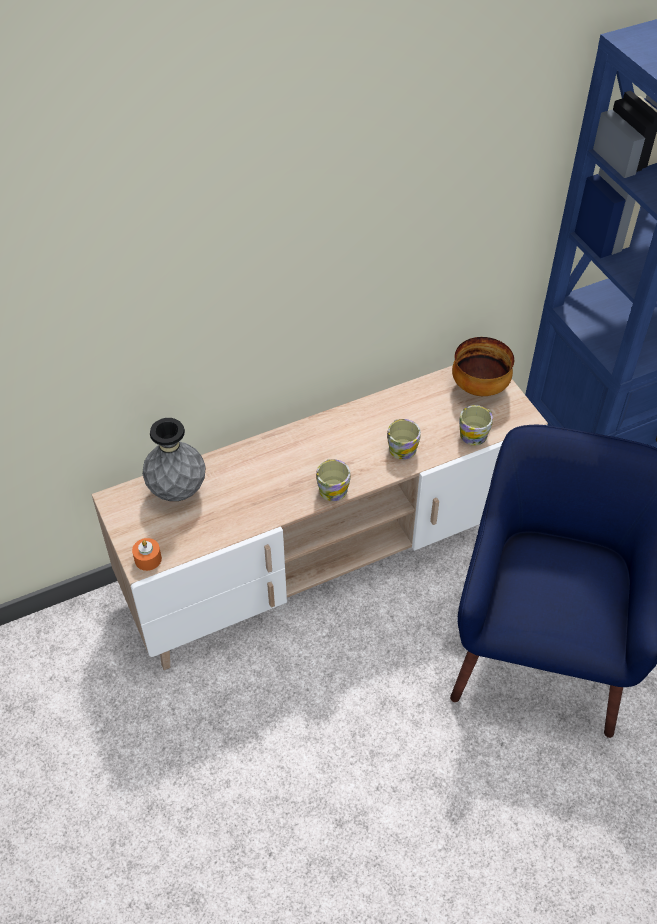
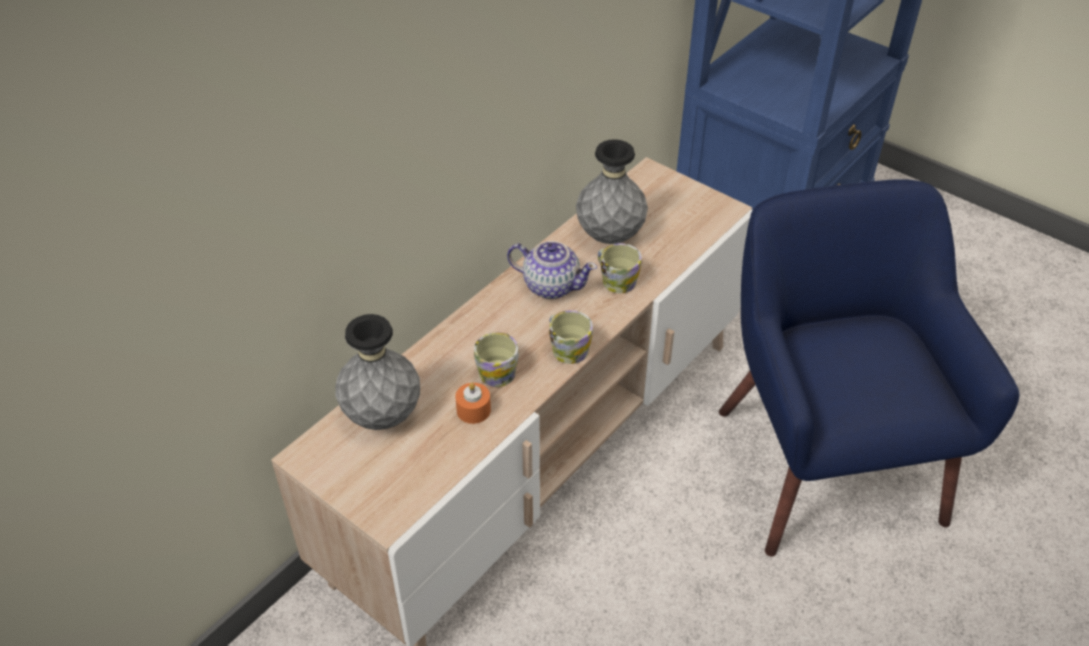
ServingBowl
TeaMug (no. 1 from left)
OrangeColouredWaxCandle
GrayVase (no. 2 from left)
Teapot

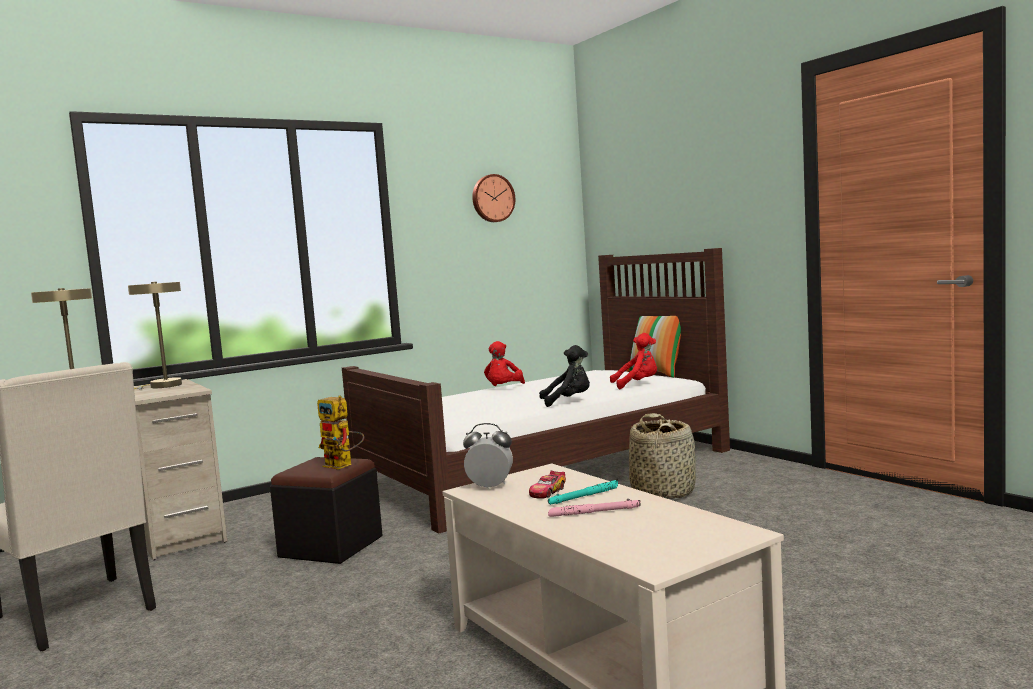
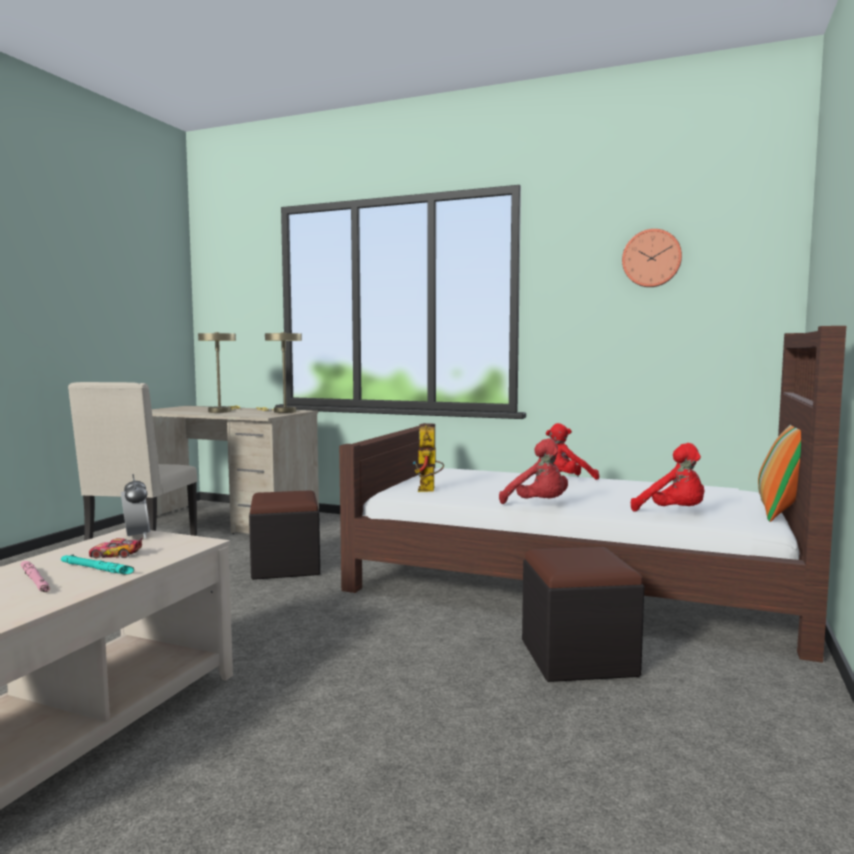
RedSoftToy (no. 1 from left)
ModelRobot
BlackPouffe (no. 2 from left)

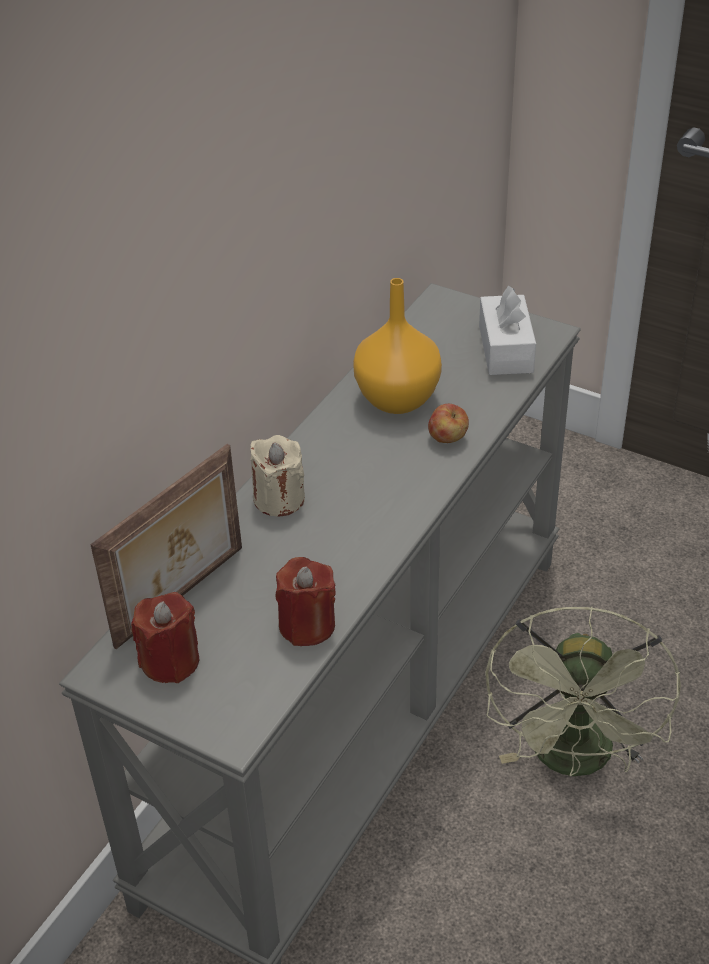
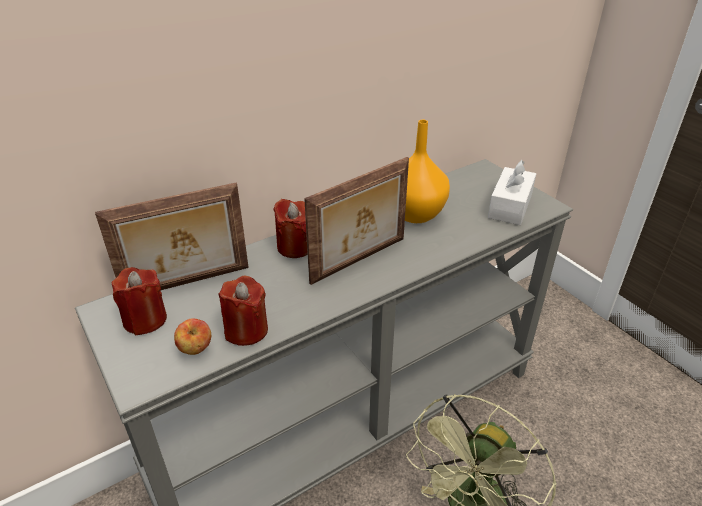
Apple
RedWaxCandle (no. 3 from left)
PictureFrame (no. 2 from left)

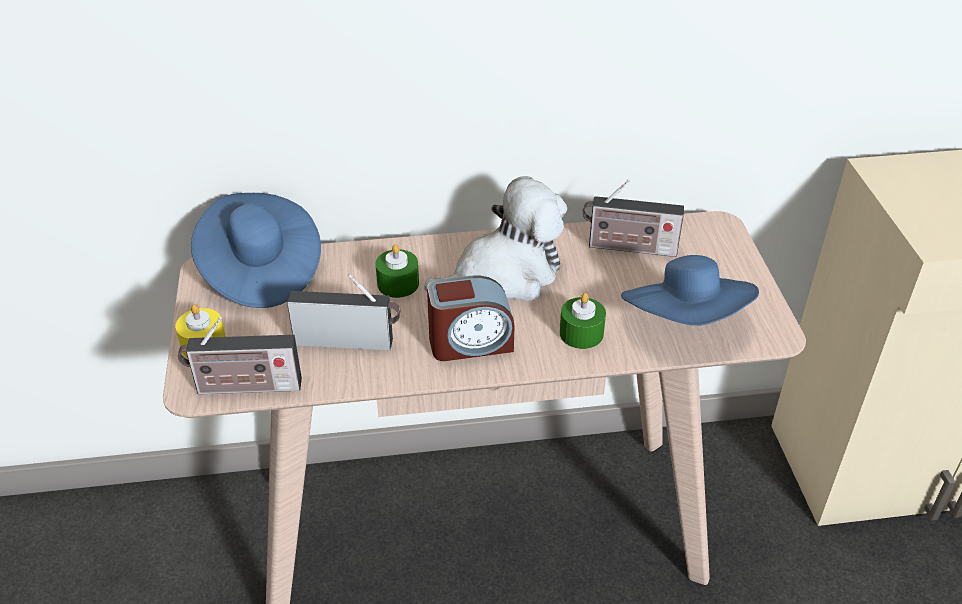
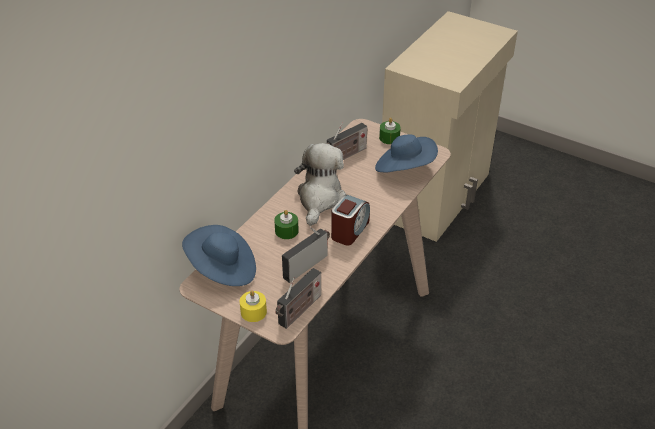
GreenishWaxCandle (no. 2 from left)

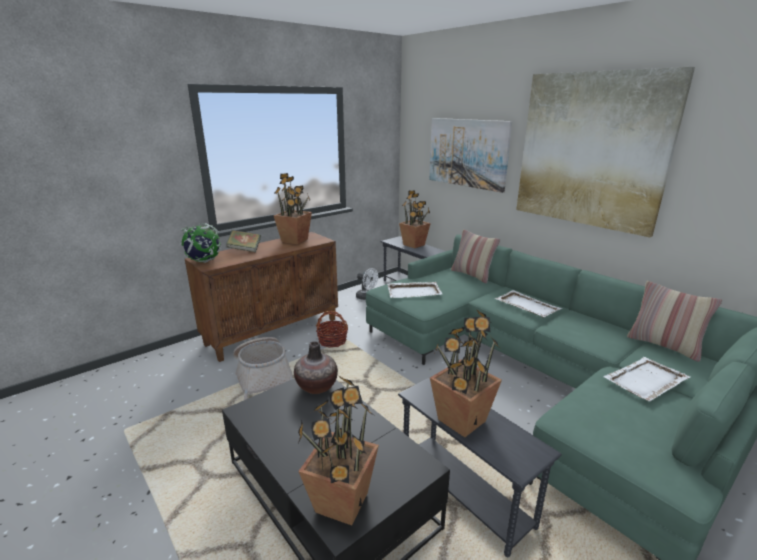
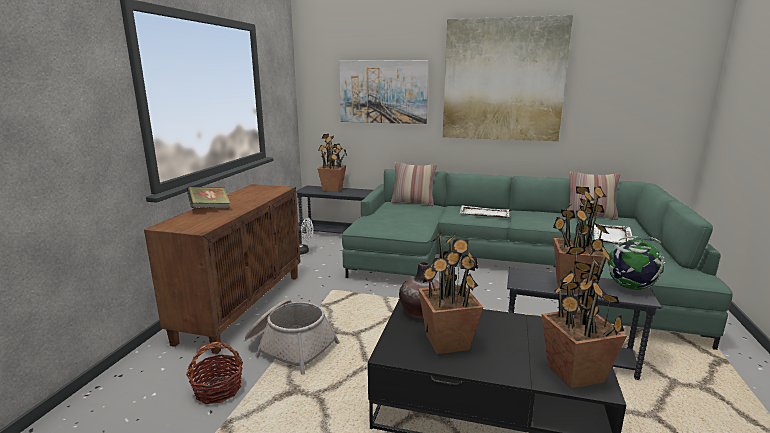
PlantInAPot (no. 2 from left)
WorldGlobe
WhitishServingTray (no. 1 from left in the first image)
HouseholdBasket (no. 1 from left)

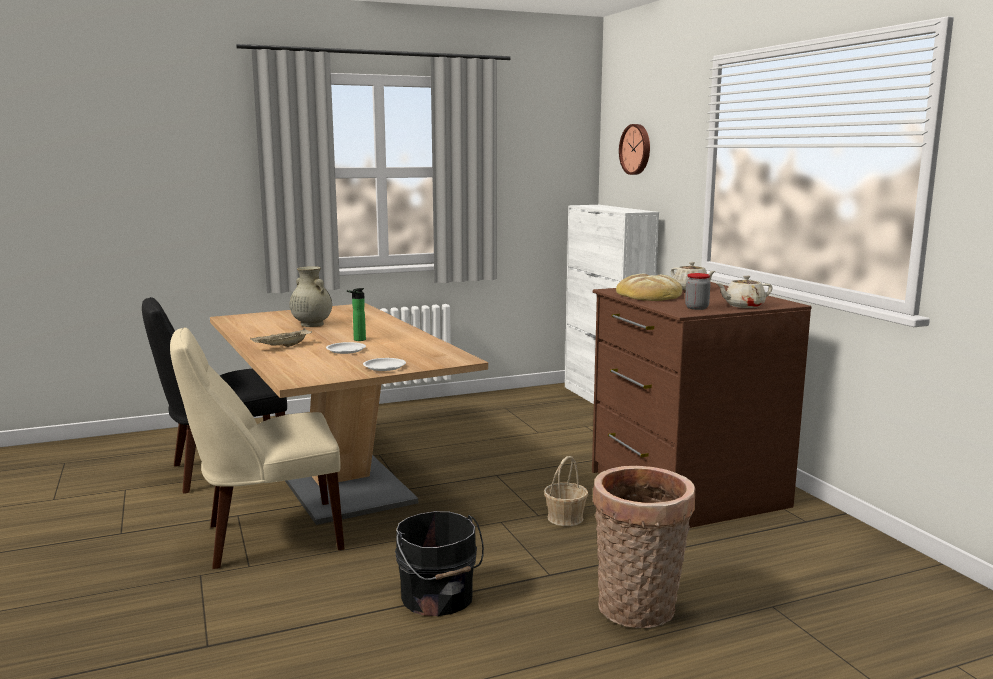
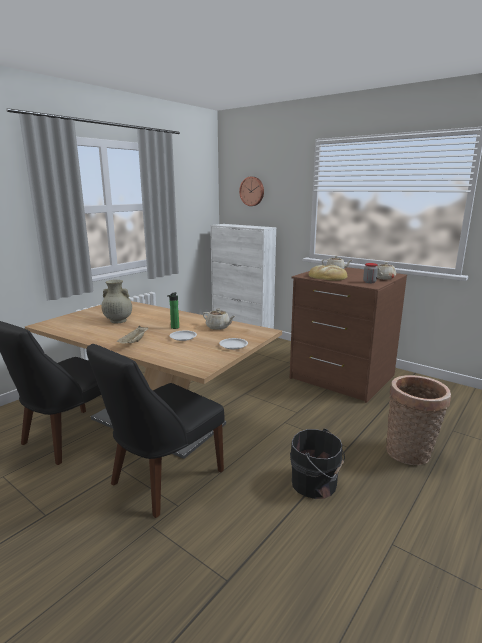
BlackPlainChair (no. 2 from left)
HouseholdBasket (no. 1 from left in the first image)
BeigeTeapot (no. 1 from left)

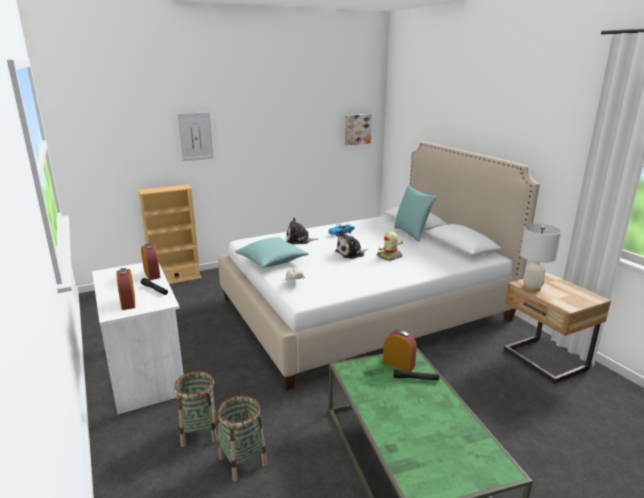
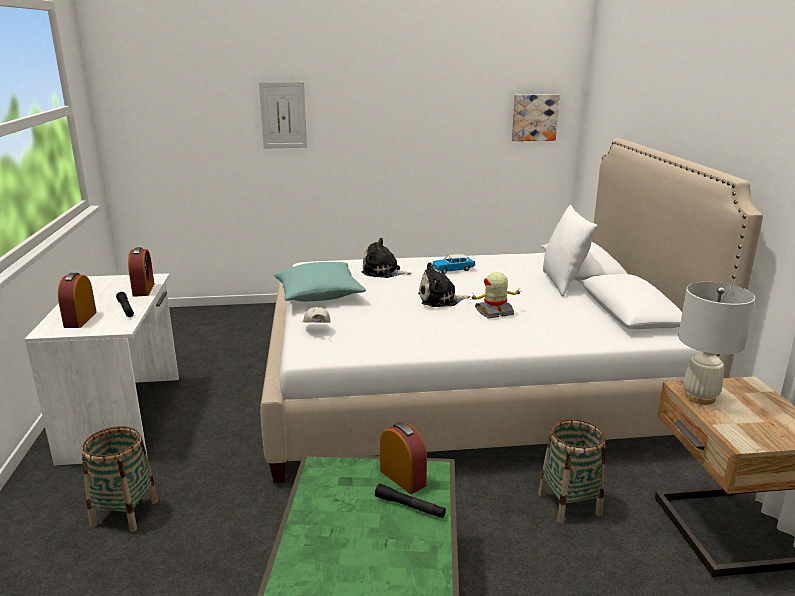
BeigeBookshelf
WhitishPillow
HouseholdBasket (no. 2 from left)

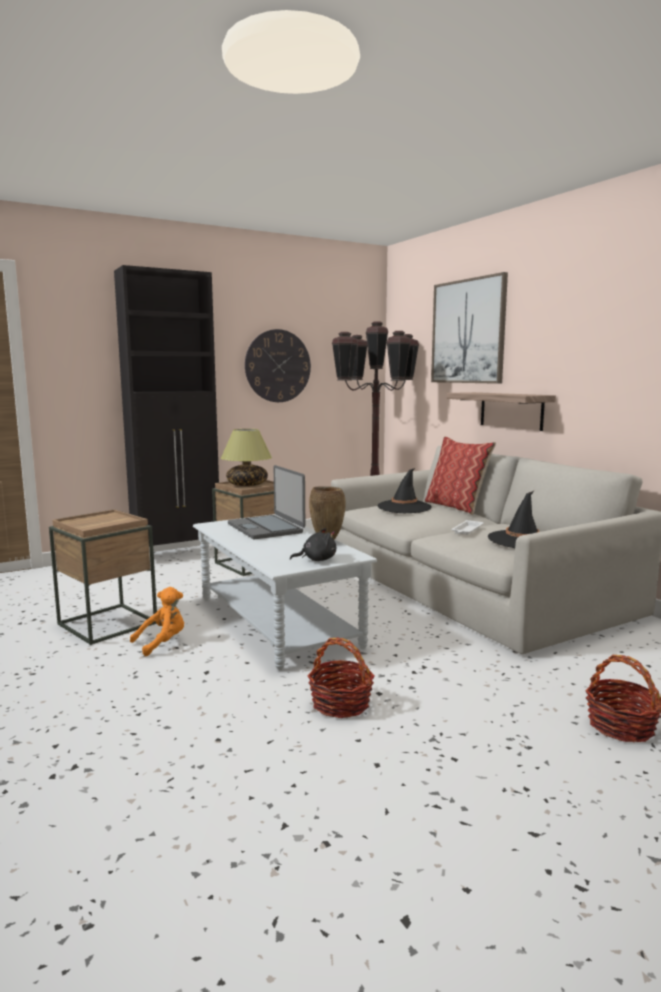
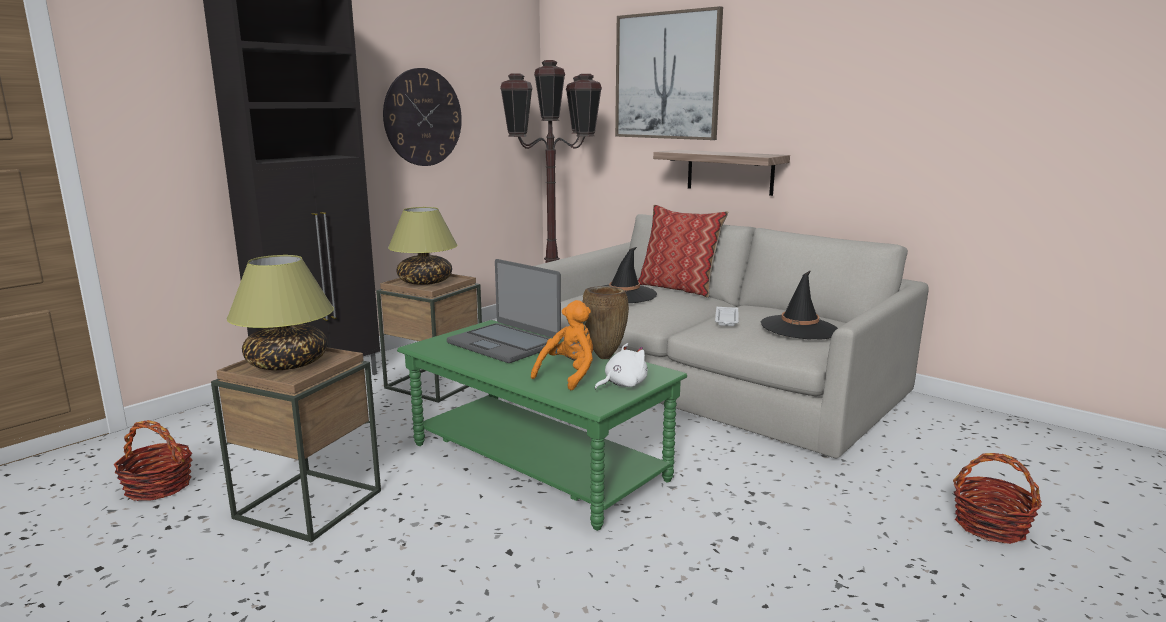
GreenishLowTable
WhitishSoftToy
OrangeColouredSoftToy
HouseholdBasket (no. 1 from left)
TabletopLamp (no. 1 from left)

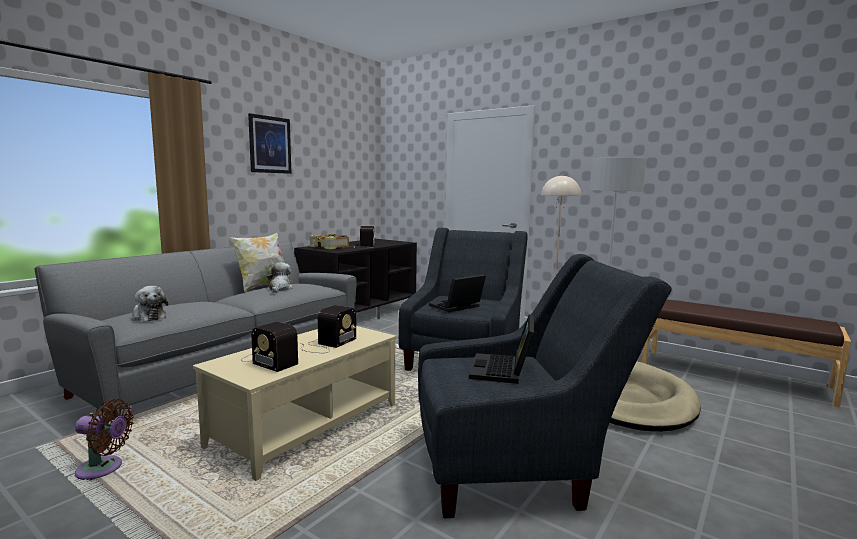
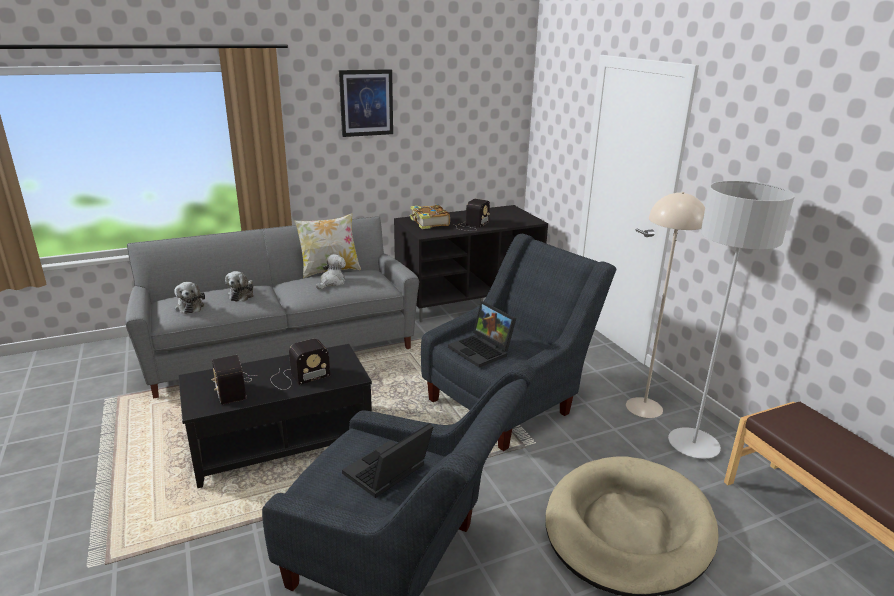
PortableComputer (no. 2 from left)
BlackLowTable
BrownFan
SoftToy (no. 2 from left)

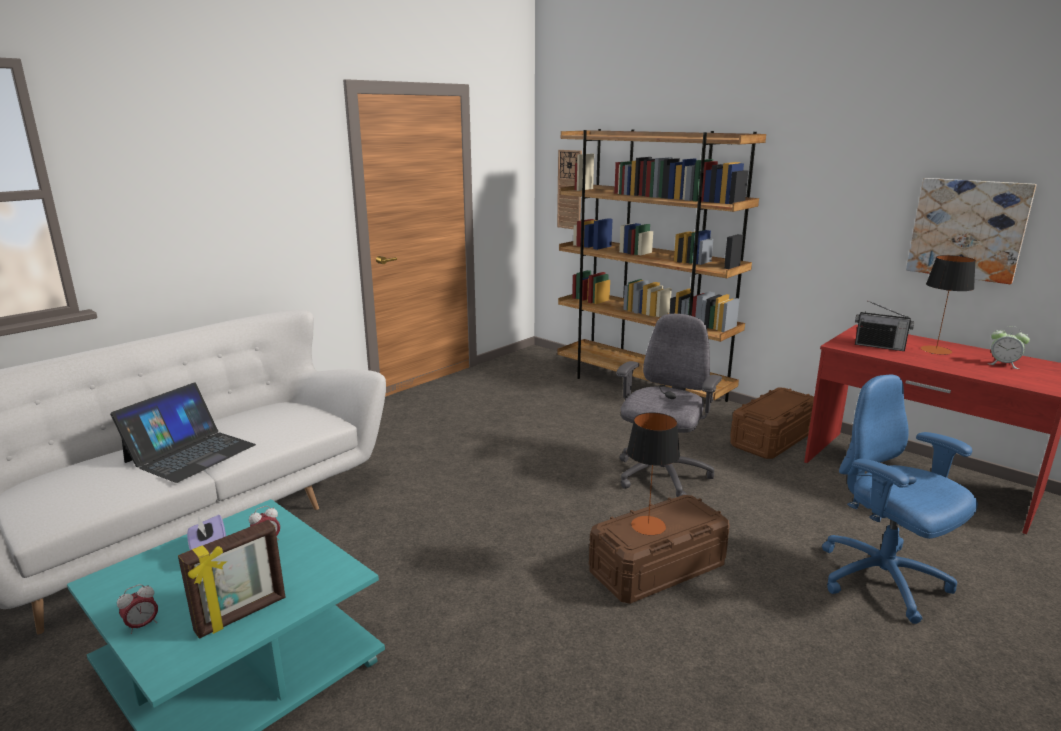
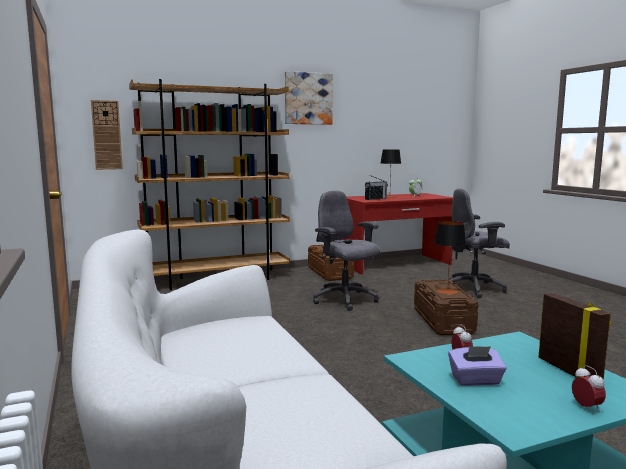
WallArt
GrayOfficeChair (no. 2 from left)
PortableComputer

